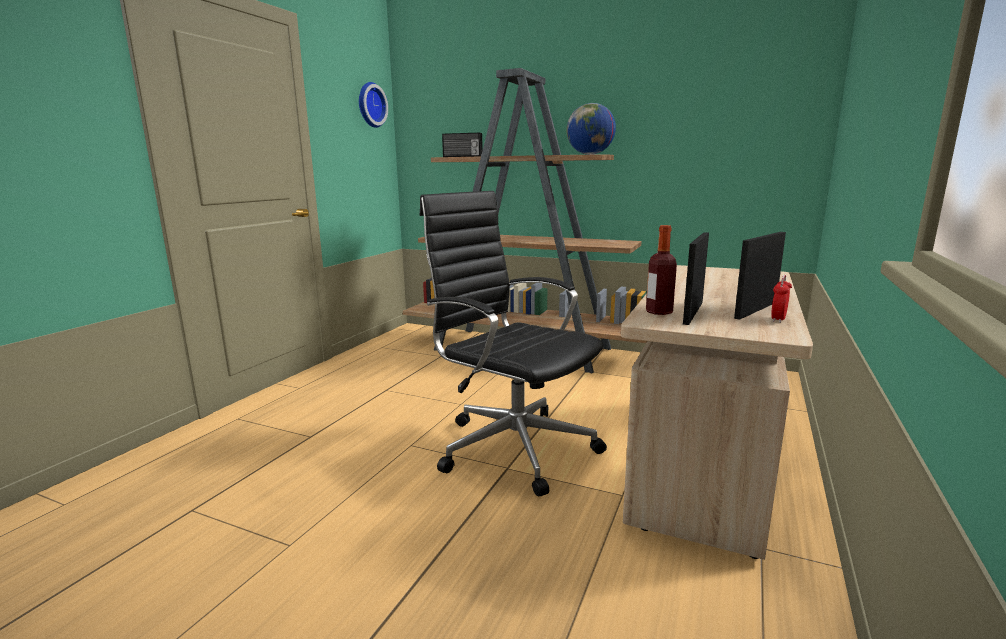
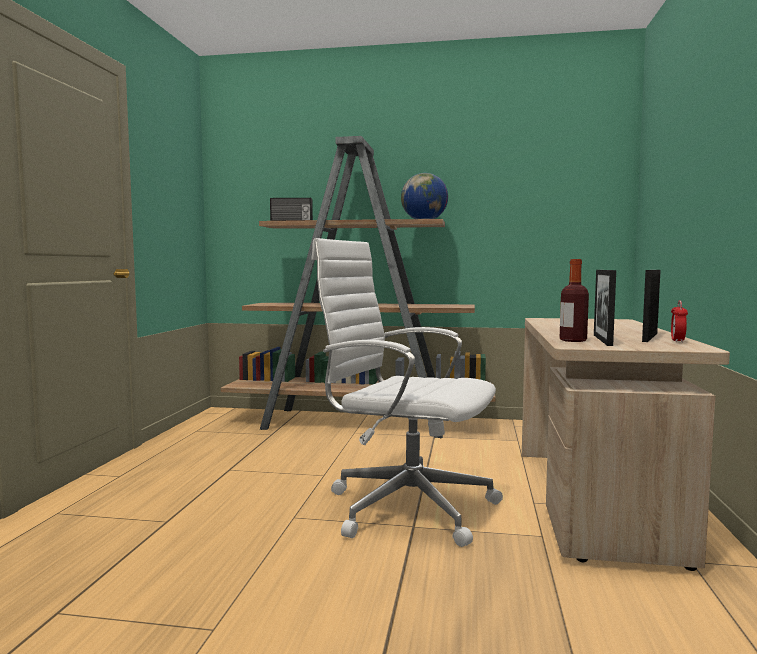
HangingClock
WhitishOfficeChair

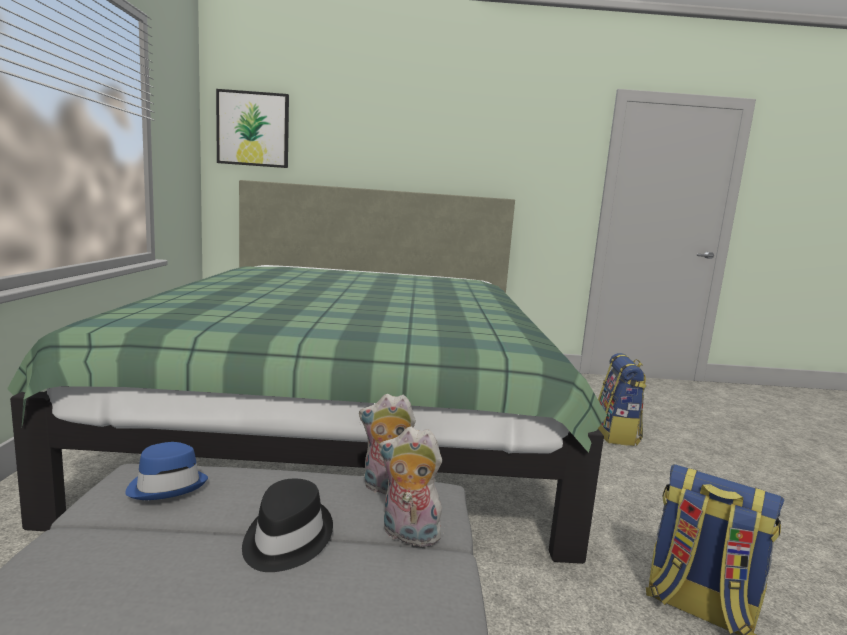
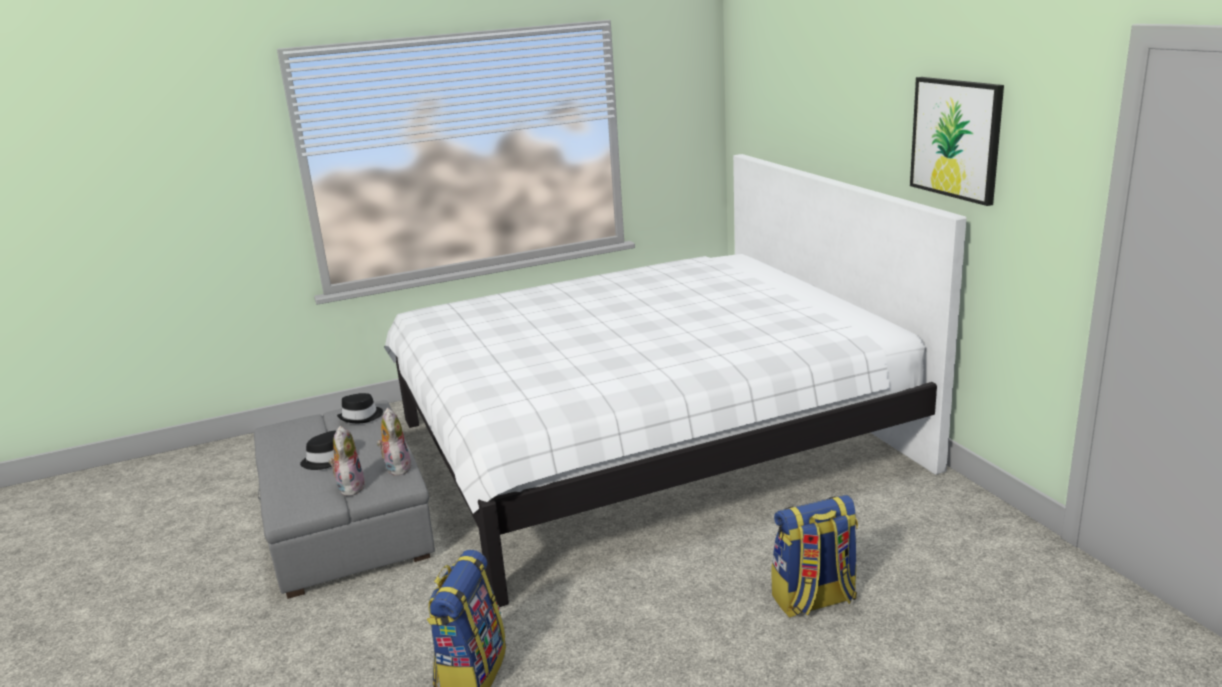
WallArt
WhitishBedroomBed
BlackHat (no. 2 from left)

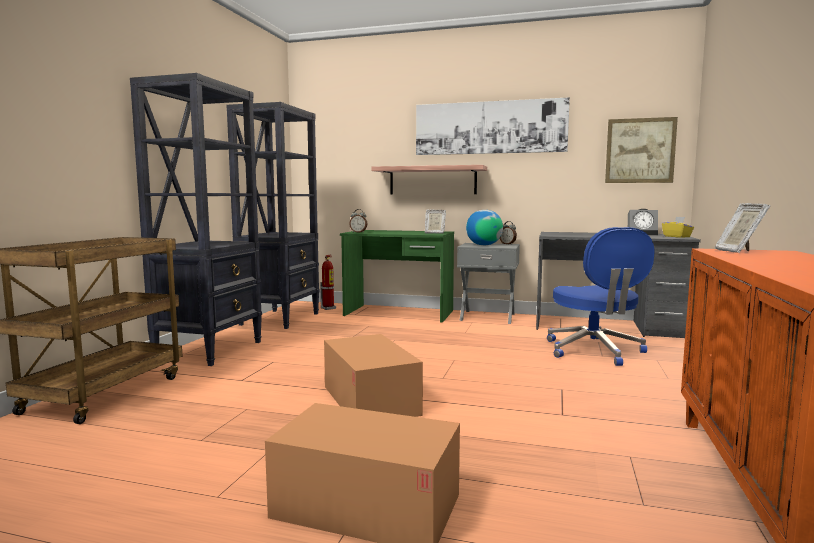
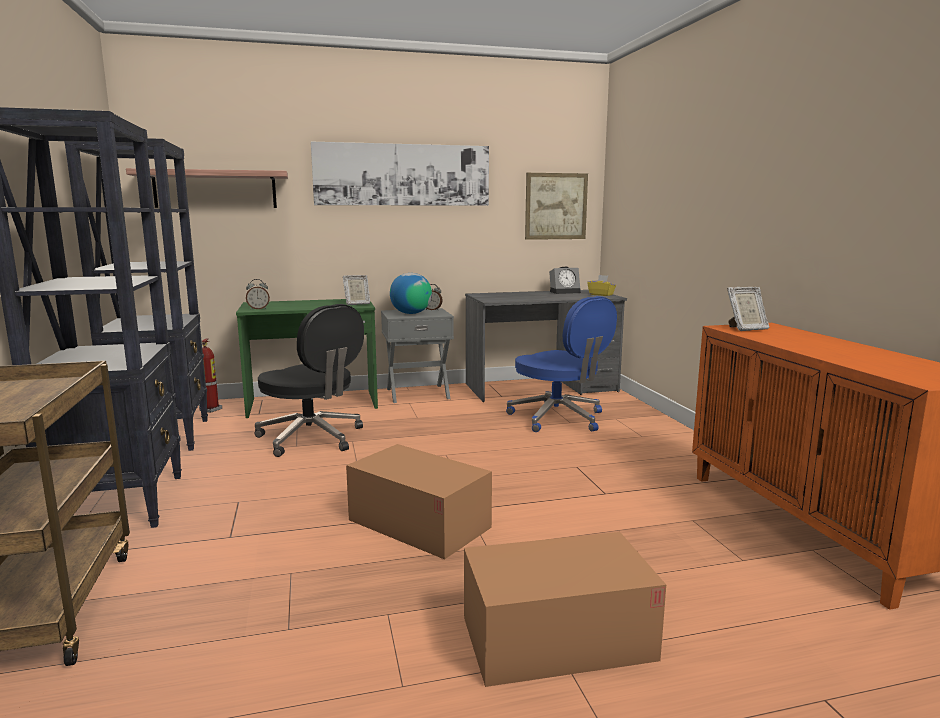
Shelf
PictureFrame (no. 2 from left)
BlackOfficeChair

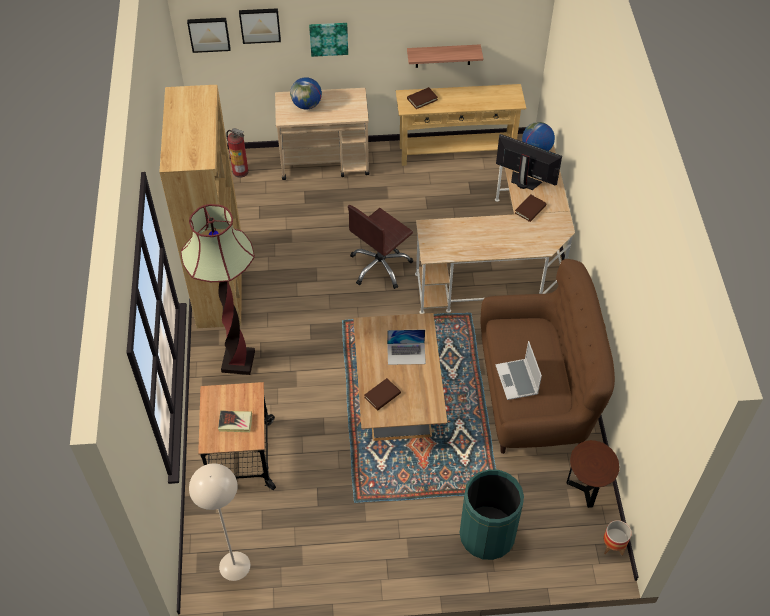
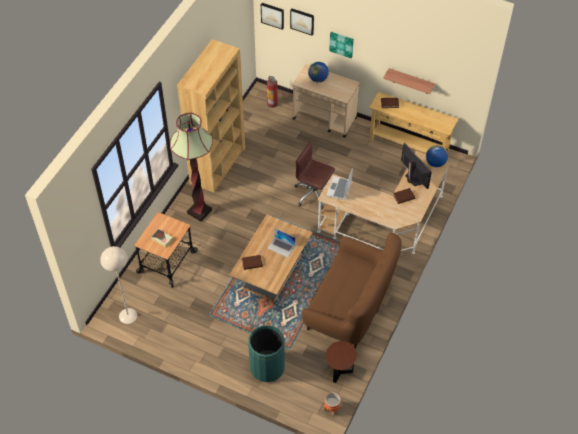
BrownOfficeChair
PortableComputer (no. 2 from left)

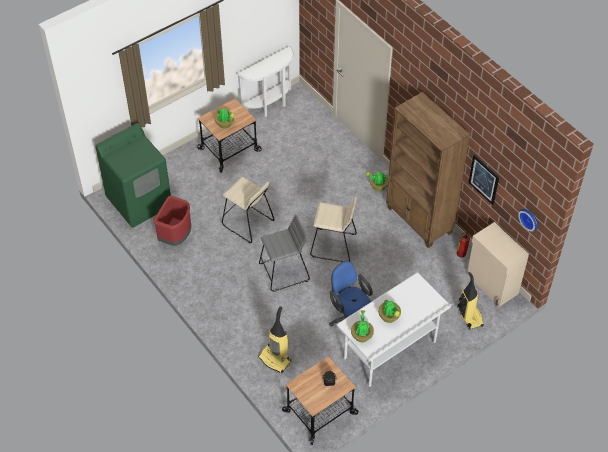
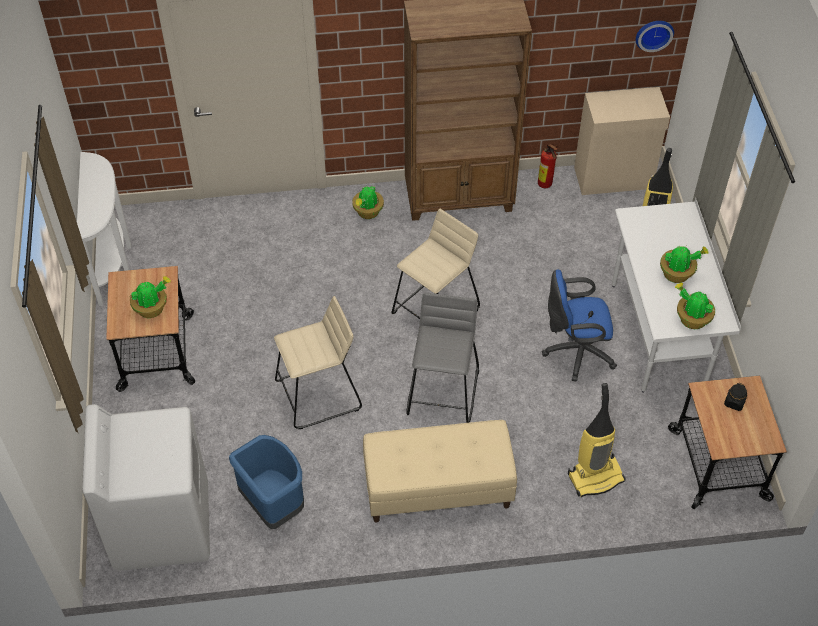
WhitishLaundryMachine
WallArt
BluishRubbishBin
BeigeLongSeat

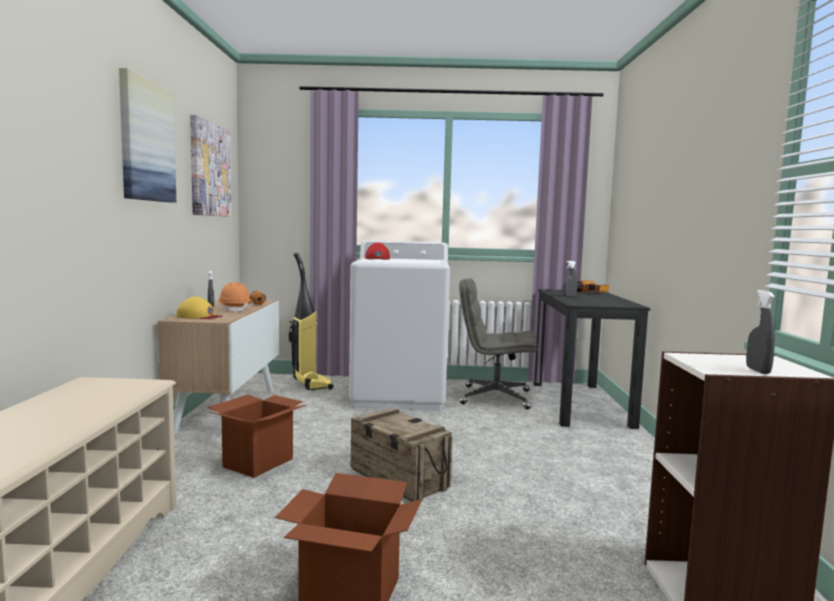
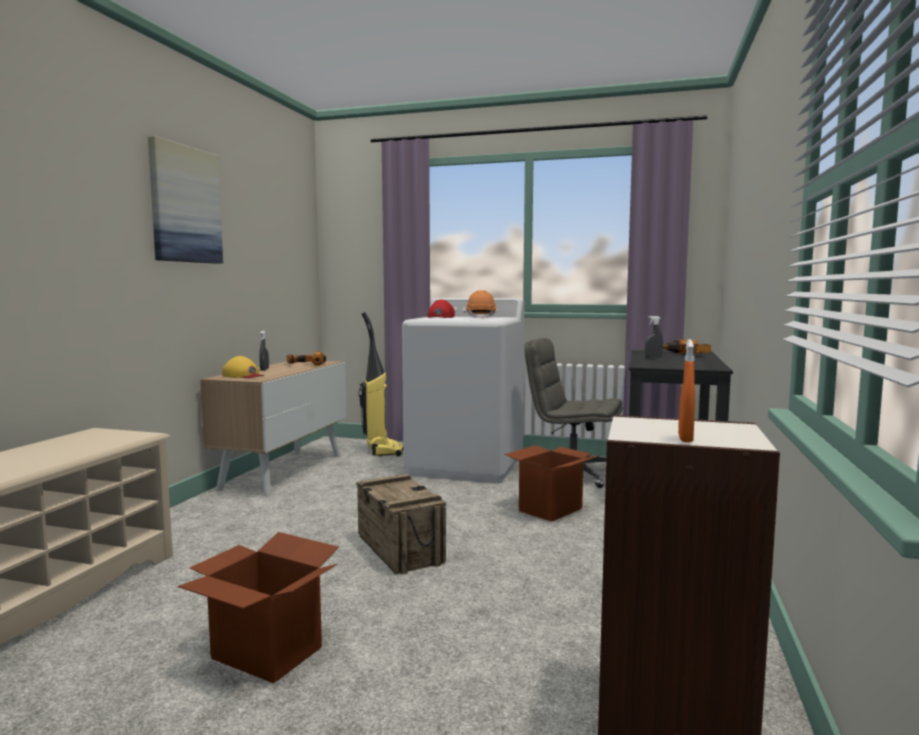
WallArt (no. 2 from left in the first image)
OrangeColouredWorkHelmet
OrangeColouredSprayer
Carton (no. 2 from left)

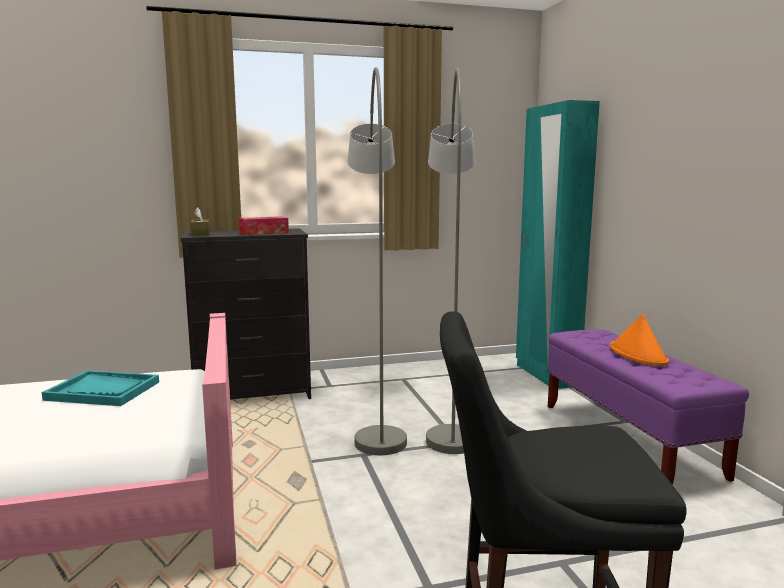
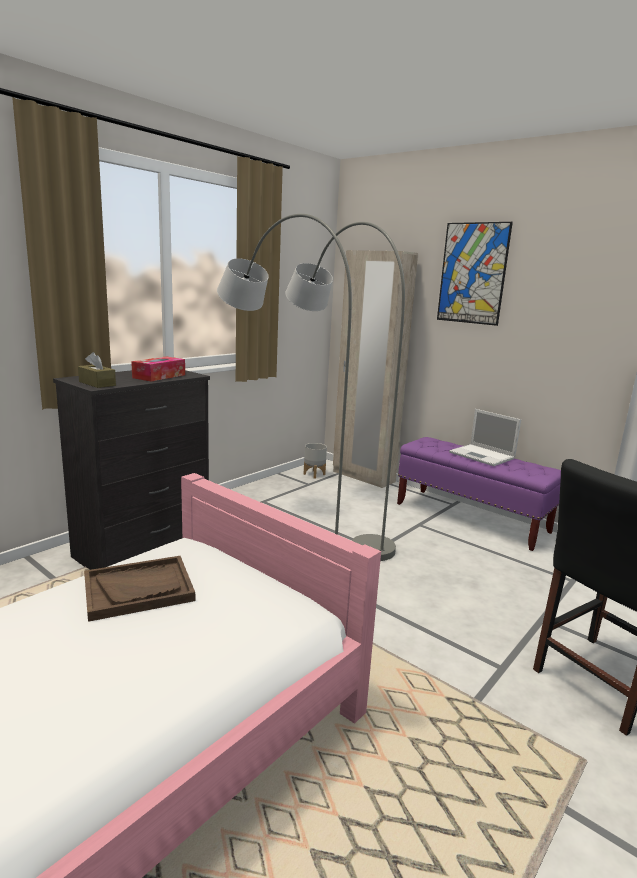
BeigeWardrobe
PortableComputer
BrownServingTray
WallArt
GrayPlanter

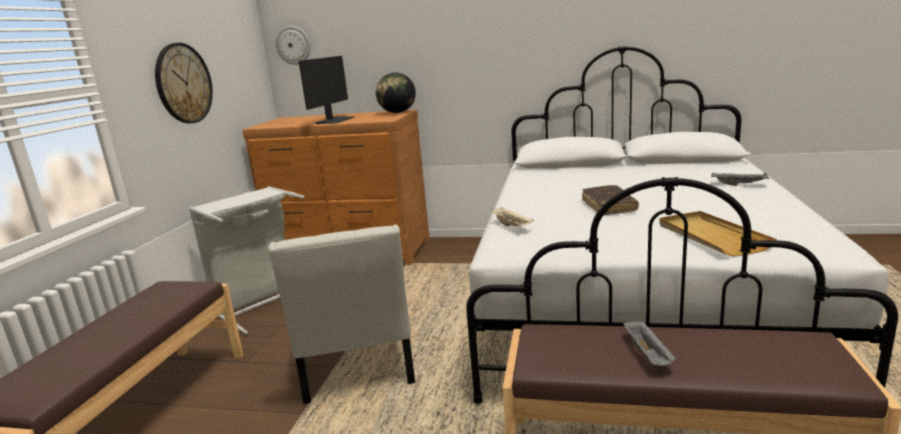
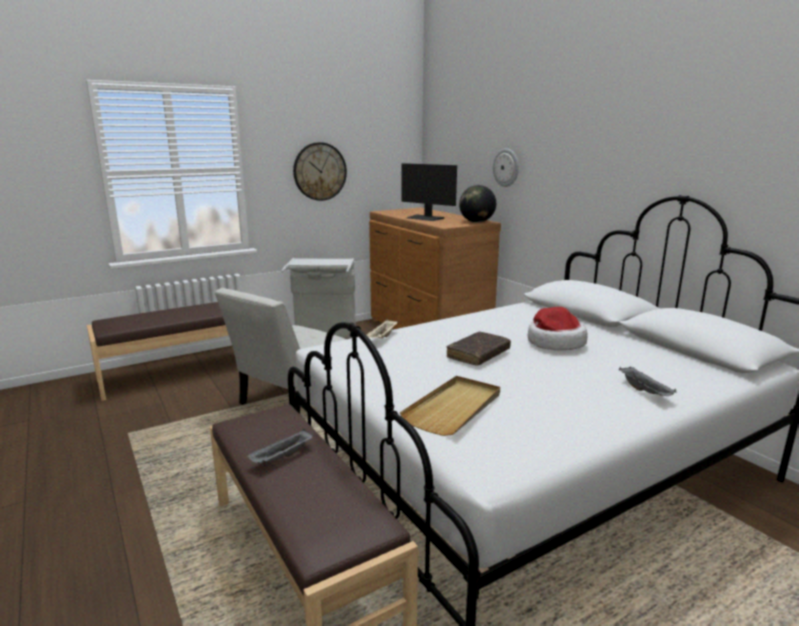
HangingClock (no. 2 from left)
ComputerScreen
Hat

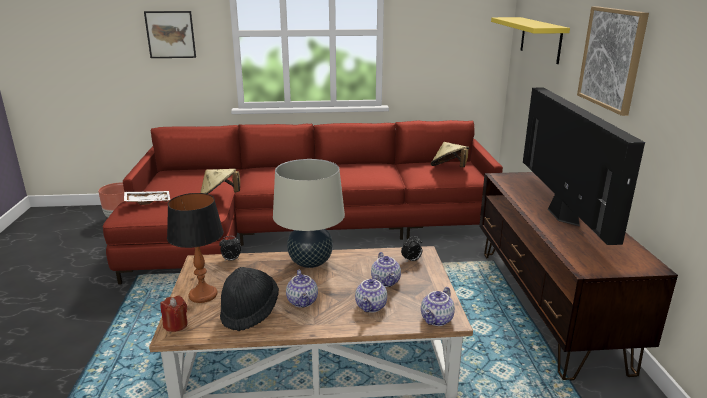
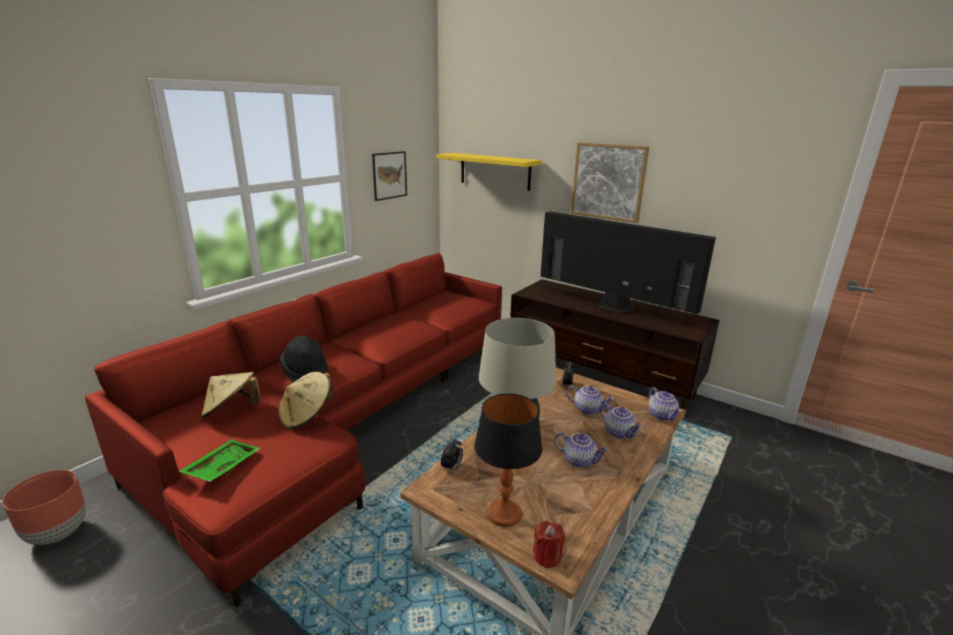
WallArt (no. 1 from left)
BeigeHat (no. 1 from left)
GreenishServingTray
BlackHat

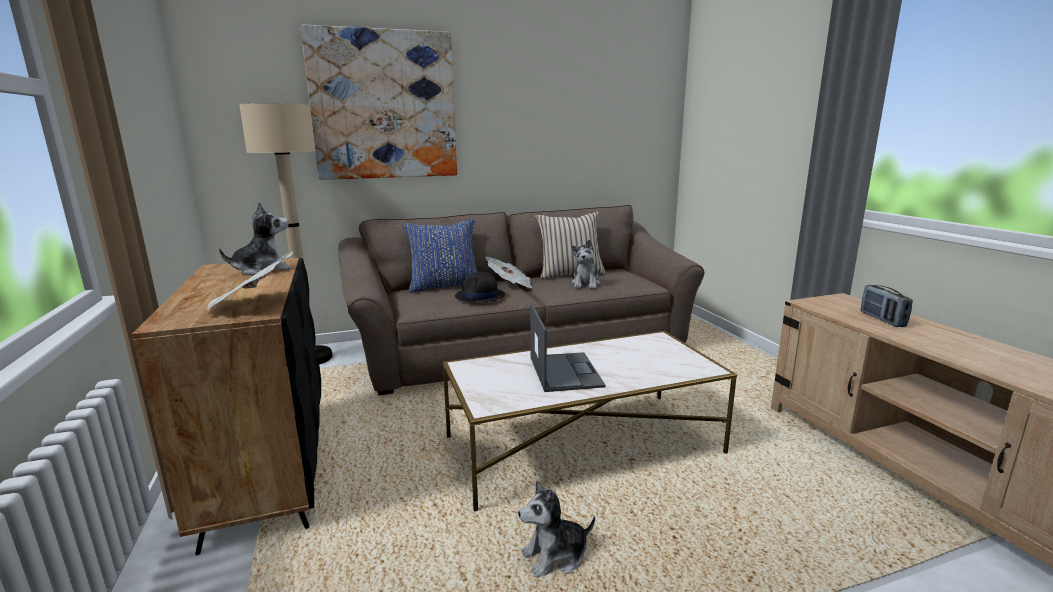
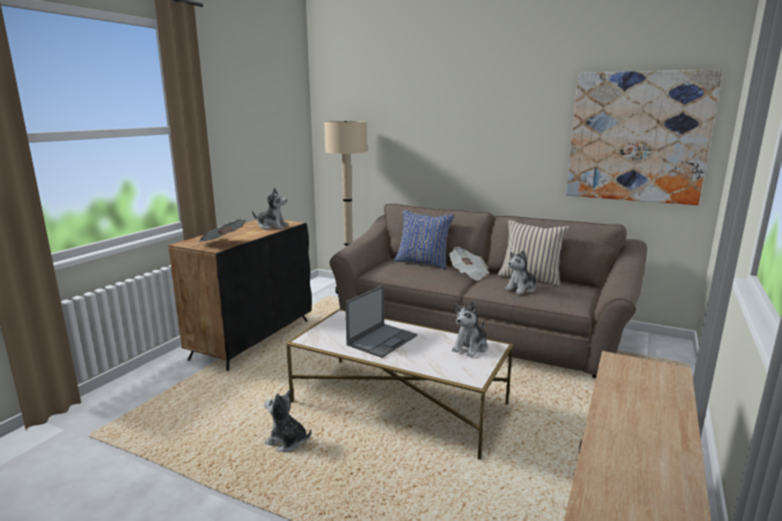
WallArt
BlackHat
RadioSet
SoftToy (no. 3 from left)

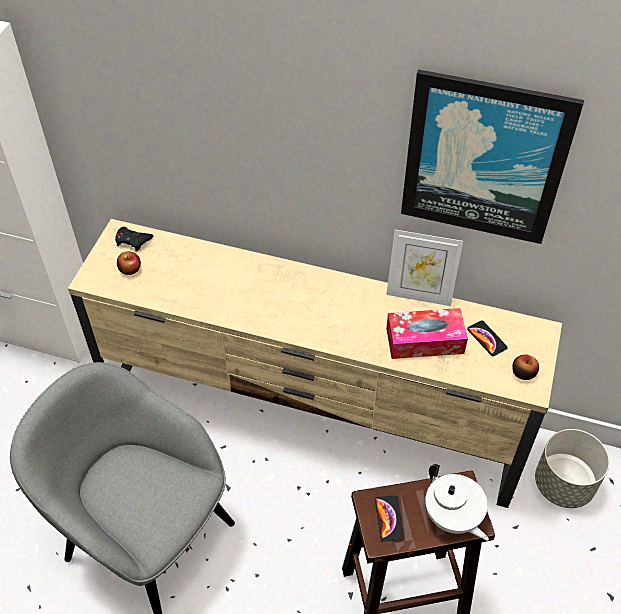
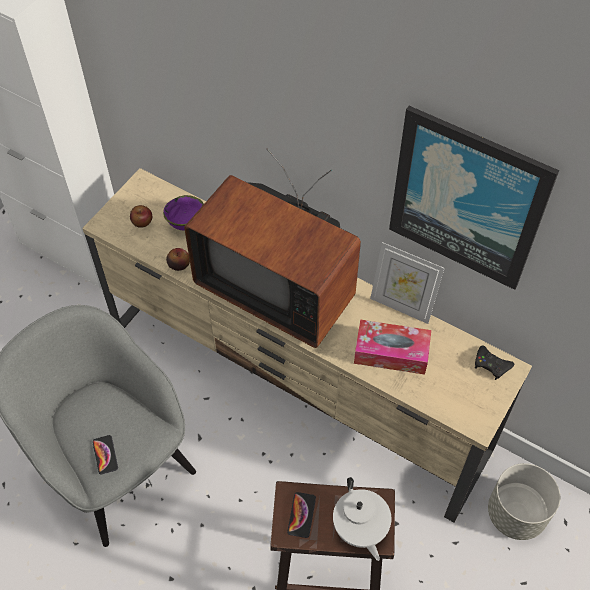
BlackJoypad
Telephone (no. 1 from left)
Apple (no. 2 from left)
TvSet
PurpleServingBowl

